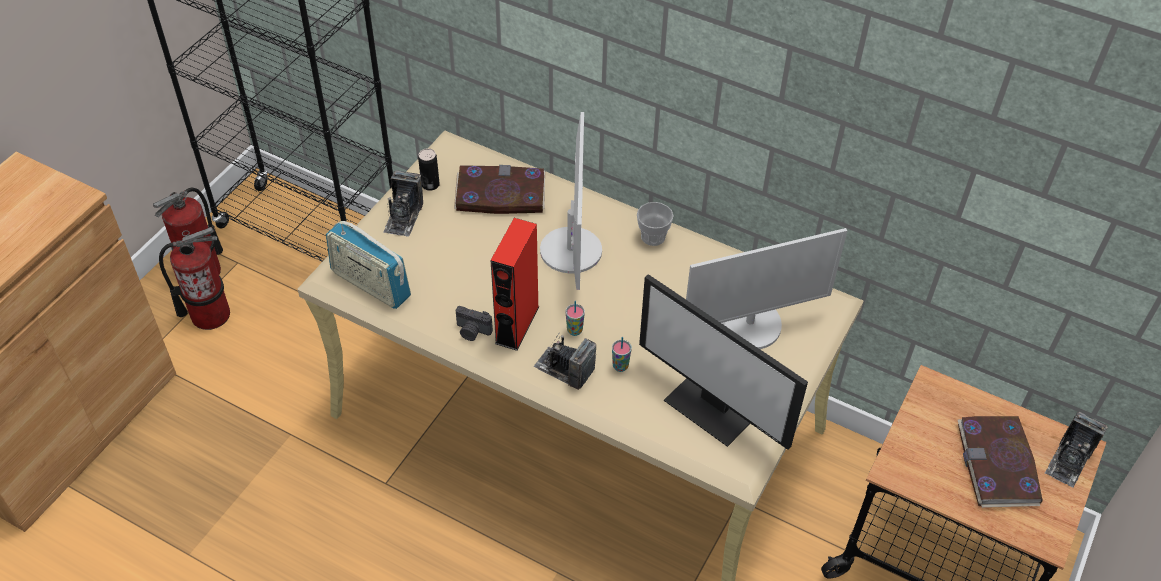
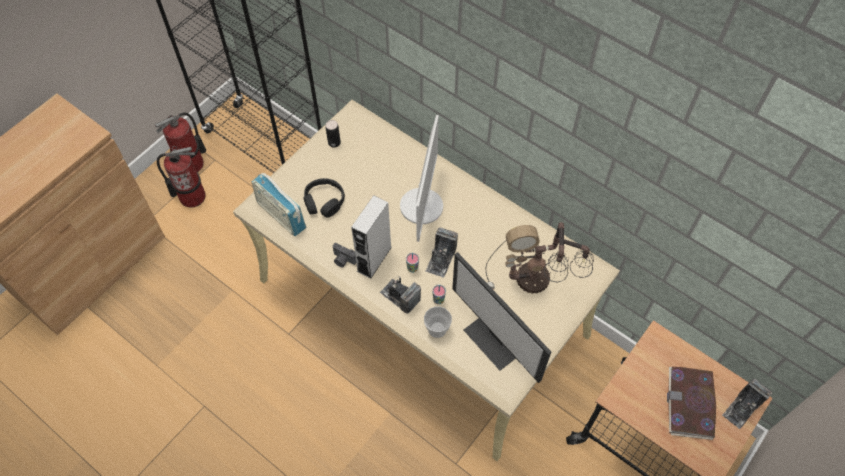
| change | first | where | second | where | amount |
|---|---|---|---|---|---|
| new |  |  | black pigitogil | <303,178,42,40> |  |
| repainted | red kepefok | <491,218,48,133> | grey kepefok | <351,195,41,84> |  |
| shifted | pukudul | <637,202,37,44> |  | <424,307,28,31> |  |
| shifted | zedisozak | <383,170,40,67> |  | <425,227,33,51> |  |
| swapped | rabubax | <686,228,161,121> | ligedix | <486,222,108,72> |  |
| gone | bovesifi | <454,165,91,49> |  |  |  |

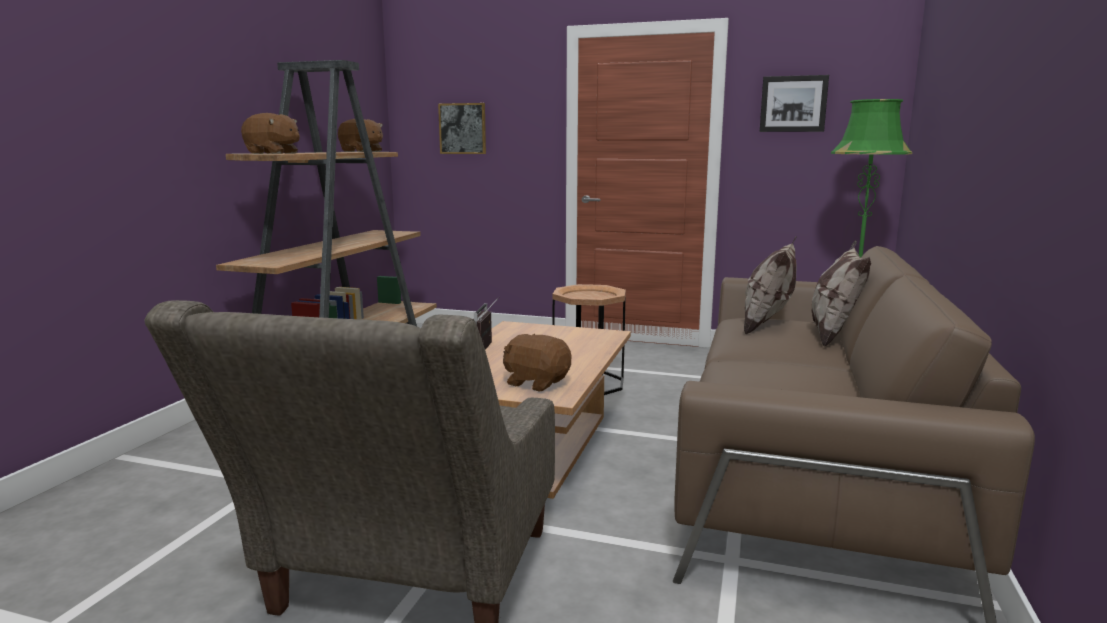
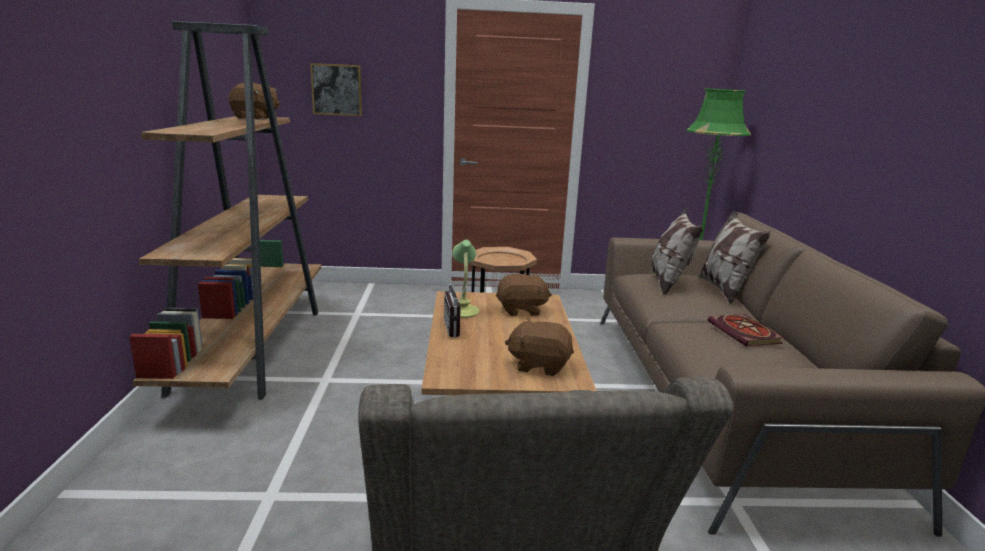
| change | first | where | second | where | amount |
|---|---|---|---|---|---|
| new |  |  | ligedix | <452,240,27,78> |  |
| shifted | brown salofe | <241,113,59,41> |  | <496,274,56,42> |  |
| new |  |  | bovesifi | <708,314,76,32> |  |
| gone | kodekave | <760,75,69,57> |  |  |  |

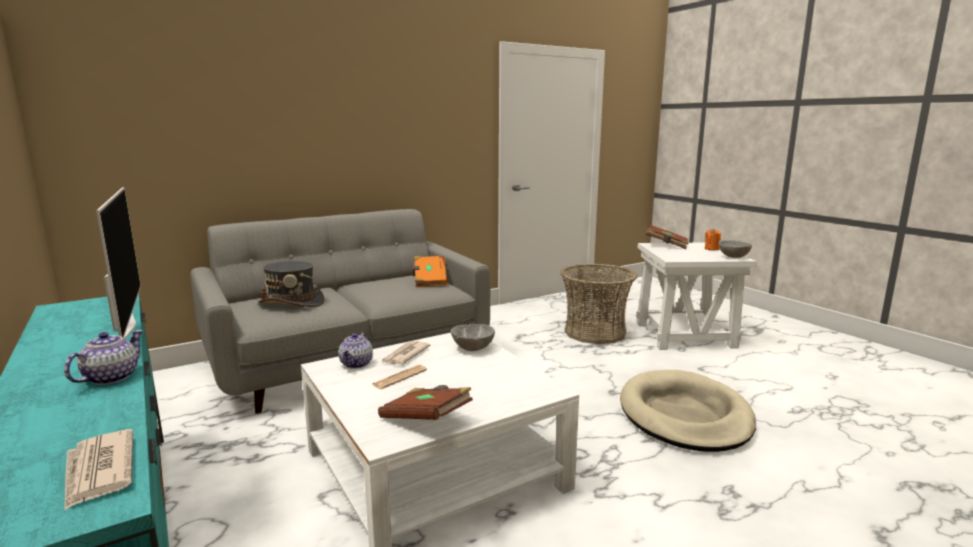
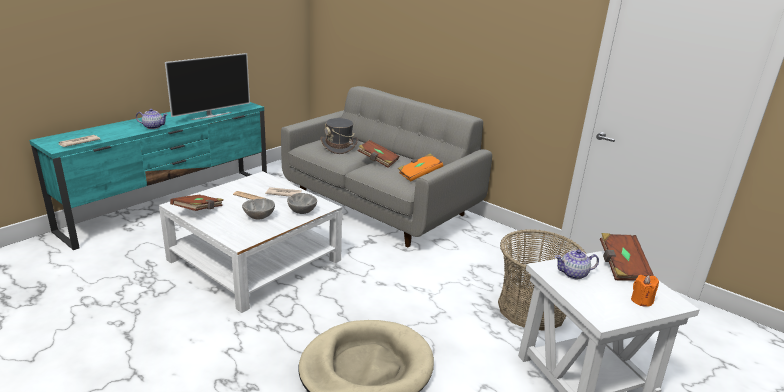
| change | first | where | second | where | amount |
|---|---|---|---|---|---|
| shifted | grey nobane | <719,240,33,18> |  | <242,198,33,22> |  |
| new |  |  | brown bovesifi | <358,140,41,28> |  |
| shifted | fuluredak | <339,332,34,37> |  | <555,250,44,30> |  |

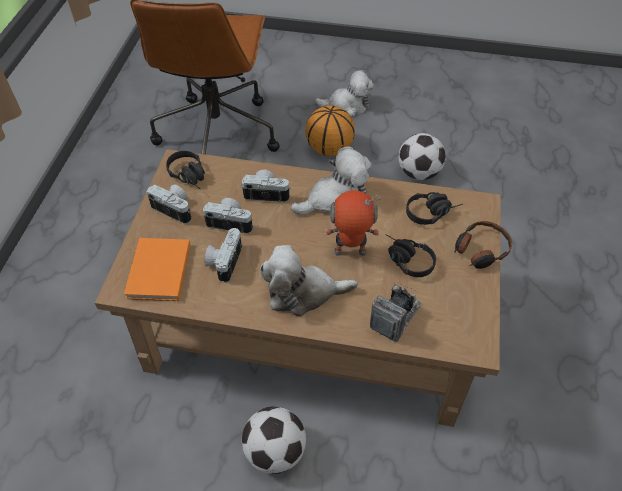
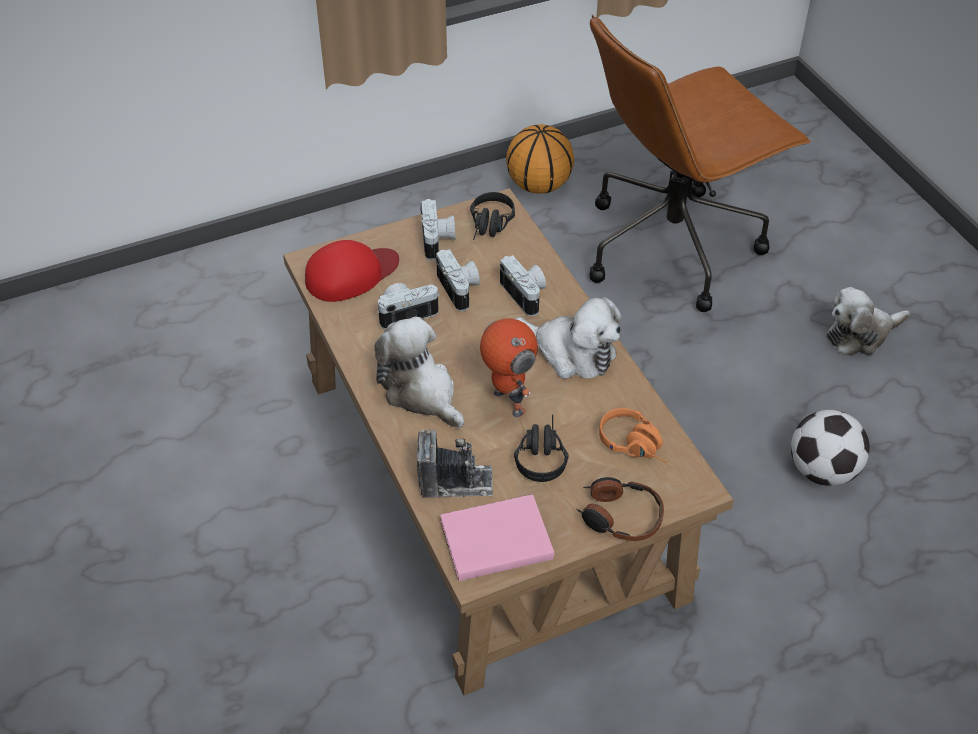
| change | first | where | second | where | amount |
|---|---|---|---|---|---|
| swapped | orange bovesifi | <124,238,67,63> | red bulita | <305,240,94,62> |  |
| new |  |  | pink bovesifi | <440,494,114,87> |  |
| shifted | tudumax | <305,105,50,51> |  | <506,124,68,70> |  |
| repainted | black pigitogil | <406,192,57,33> | orange pigitogil | <599,408,69,56> |  |
| rotated | salofe | <315,70,59,47> |  | <826,287,84,69> | 105 degrees clockwise |
| gone | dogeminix | <242,407,64,67> |  |  |  |

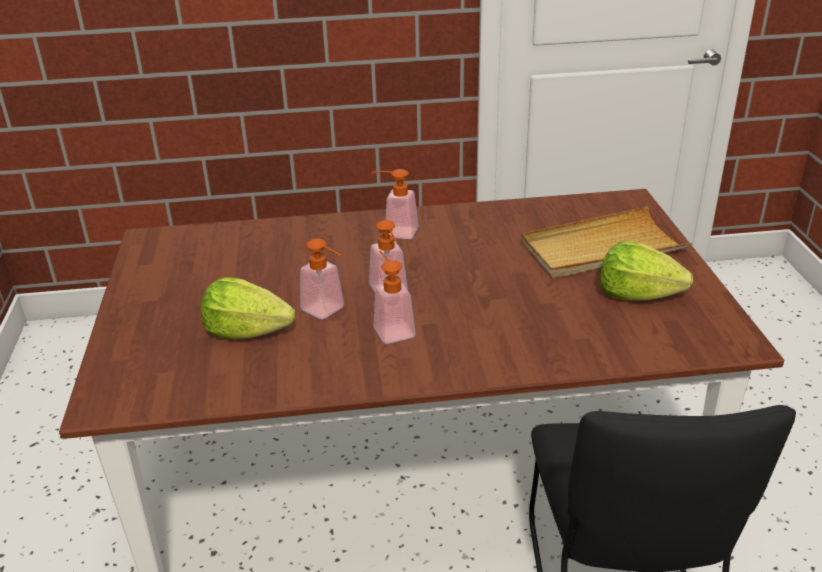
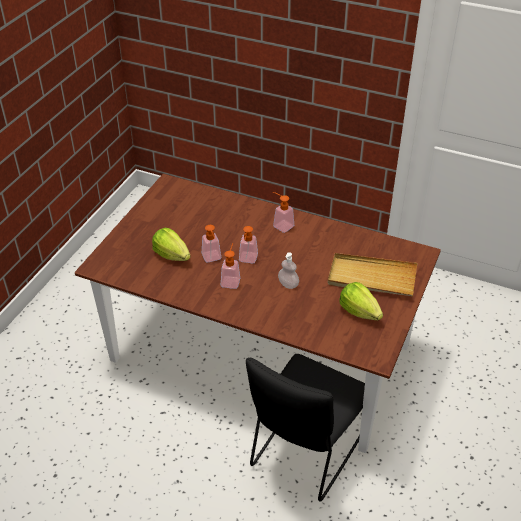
| change | first | where | second | where | amount |
|---|---|---|---|---|---|
| new |  |  | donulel | <278,252,21,37> |  |

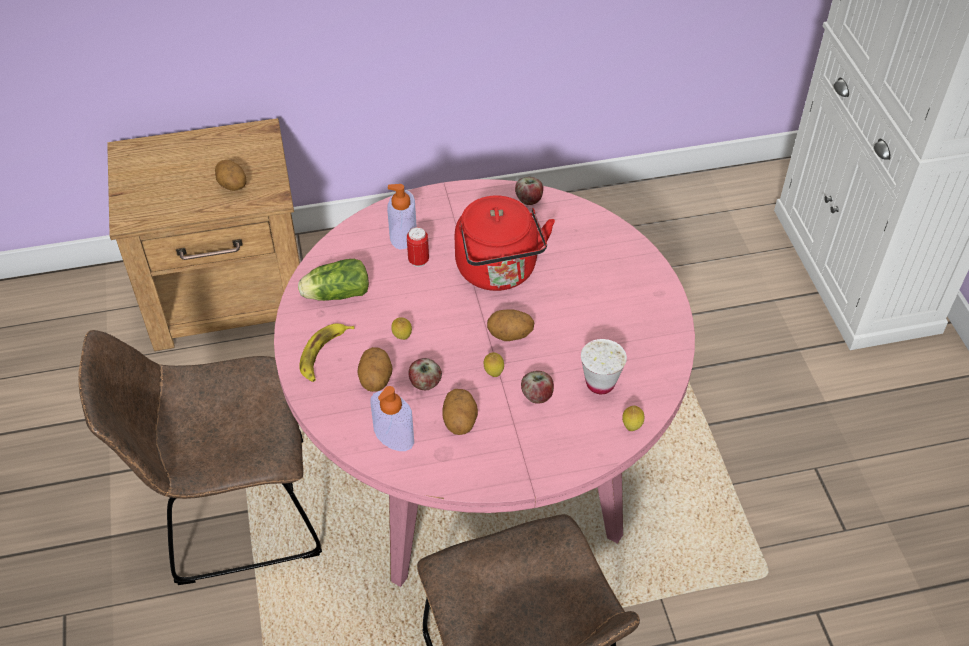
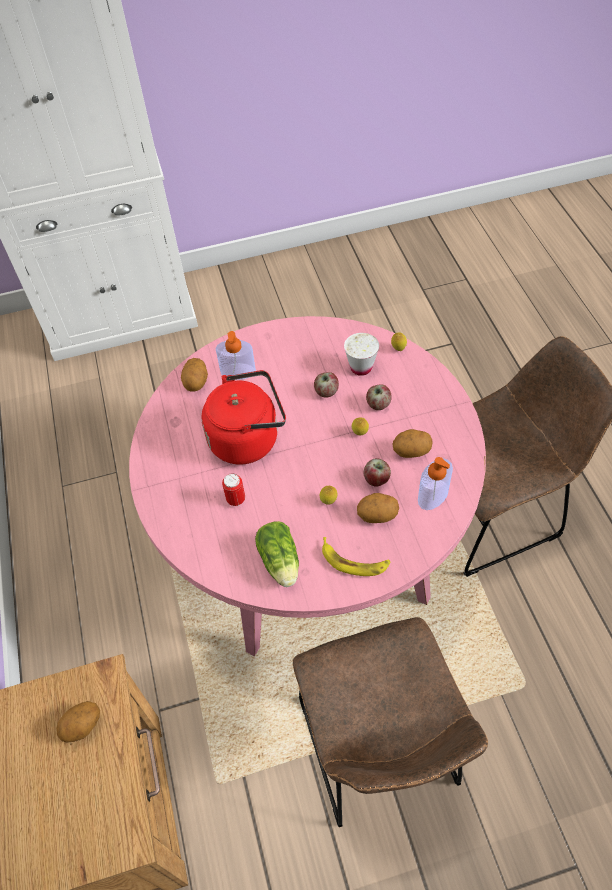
| change | first | where | second | where | amount |
|---|---|---|---|---|---|
| shifted | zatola | <487,309,47,32> |  | <181,358,27,34> |  |
| shifted | donulel | <387,184,30,65> |  | <215,331,41,49> |  |
| shifted | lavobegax | <515,177,28,28> |  | <314,372,25,26> |  |

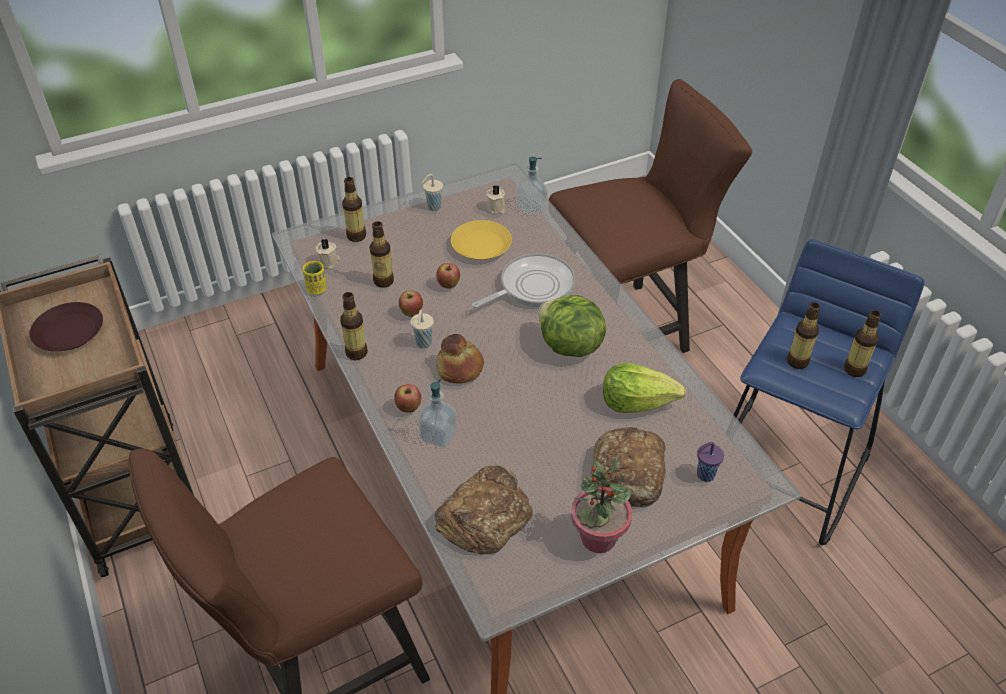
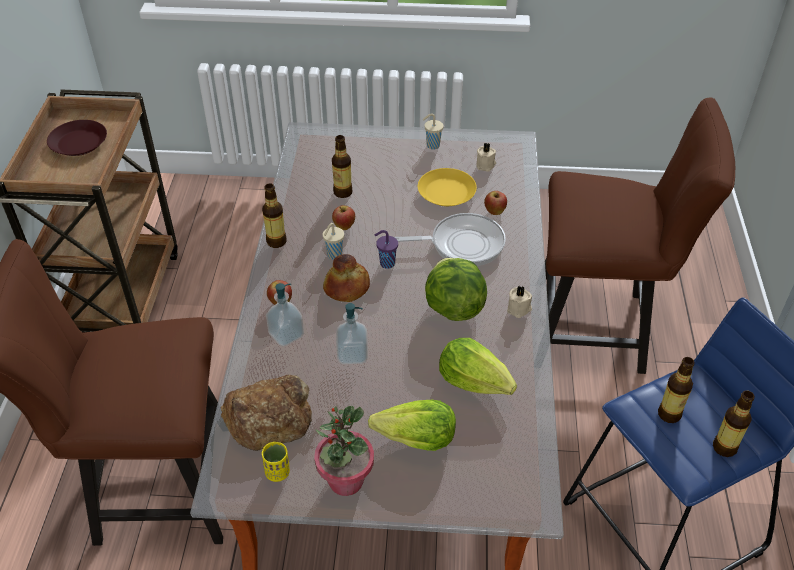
| change | first | where | second | where | amount |
|---|---|---|---|---|---|
| shifted | yellow pukudul | <303,261,24,34> |  | <262,442,28,40> |  |
| shifted | donulel | <517,157,31,59> |  | <336,303,32,61> |  |
| swapped | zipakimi | <591,427,75,80> | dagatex | <368,400,88,51> |  |
| shifted | purple pukudul | <697,442,27,40> |  | <375,230,23,39> |  |
| shifted | lavobegax | <436,263,24,26> |  | <484,191,23,24> |  |
| shifted | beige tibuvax | <315,238,25,31> |  | <507,286,25,32> |  |
| gone | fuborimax | <342,177,24,65> |  |  |  |

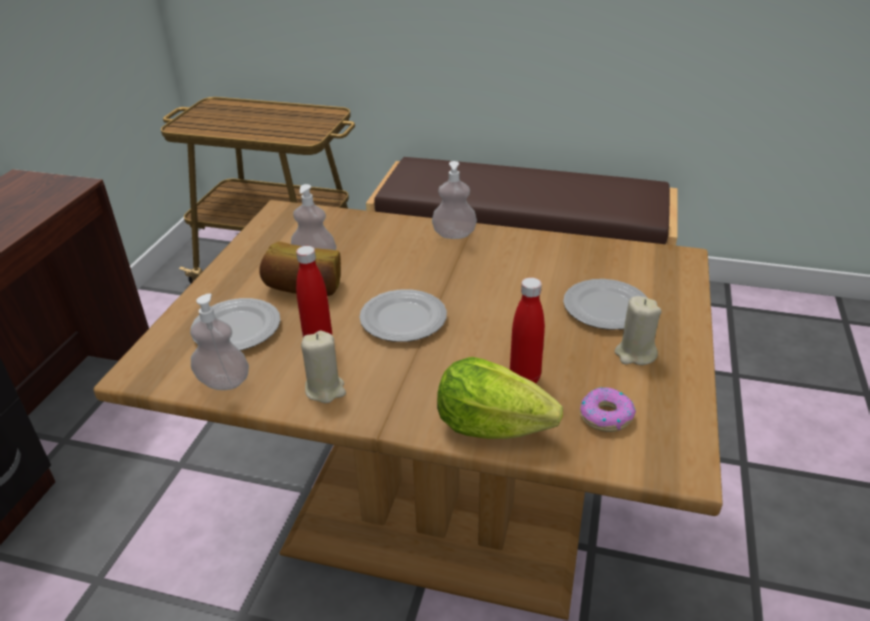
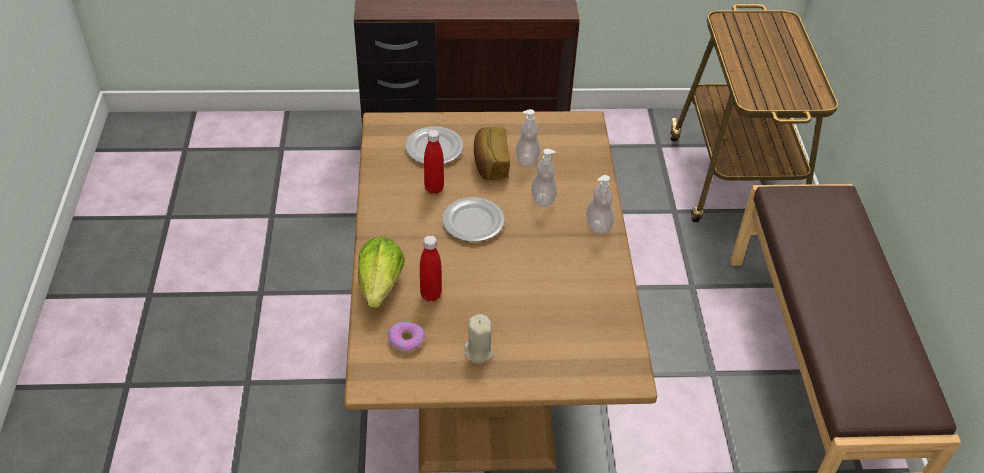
| change | first | where | second | where | amount |
|---|---|---|---|---|---|
| shifted | donulel | <190,293,59,97> |  | <531,149,26,58> |  |
| gone | beige tibuvax | <301,331,45,72> |  |  |  |
| gone | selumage | <563,279,85,51> |  |  |  |

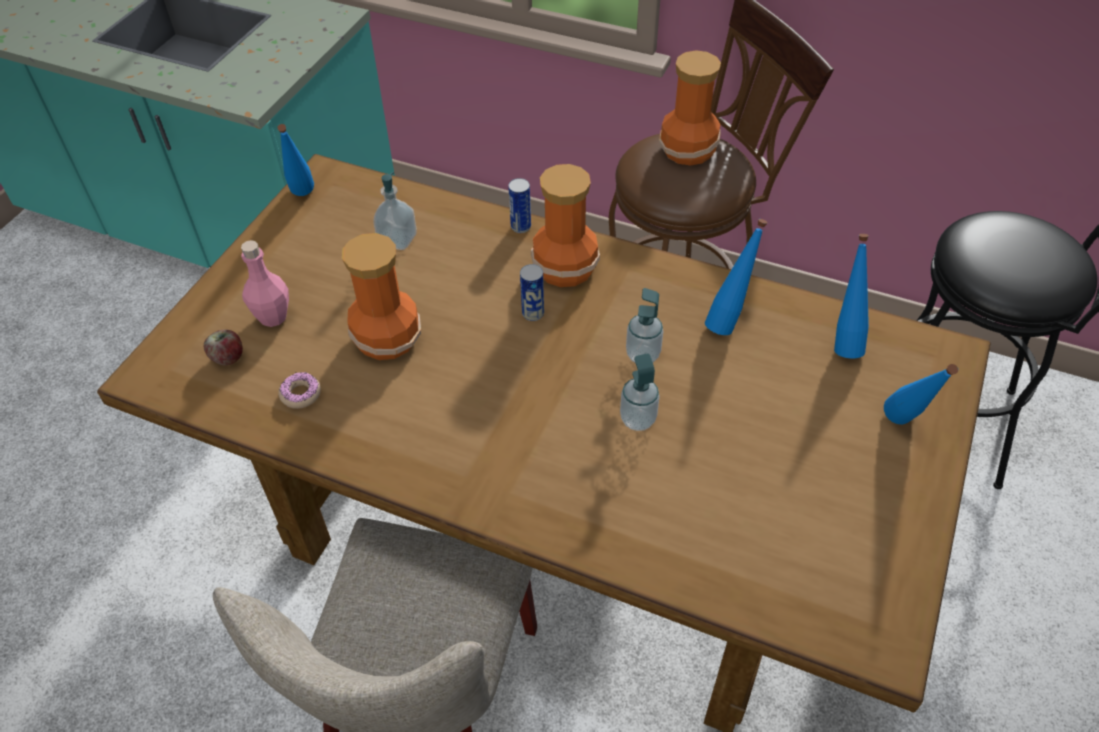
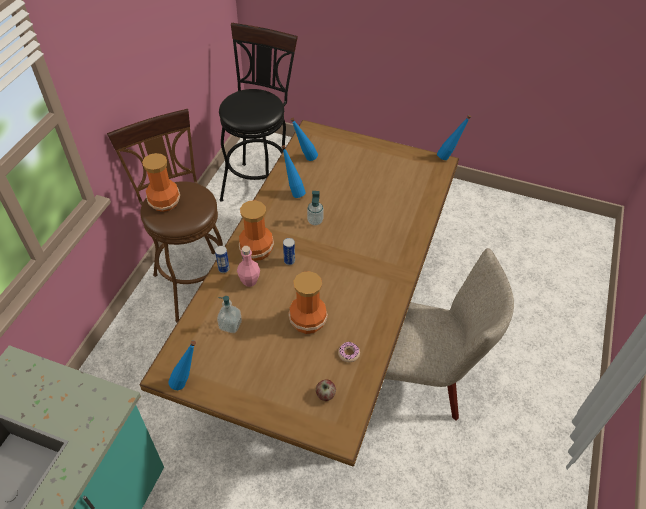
| change | first | where | second | where | amount |
|---|---|---|---|---|---|
| shifted | pink fuborimax | <241,240,48,87> |  | <237,246,23,41> |  |
| shifted | blue fuborimax | <884,364,74,60> |  | <437,115,34,45> |  |
| gone | donulel | <620,354,40,77> |  |  |  |

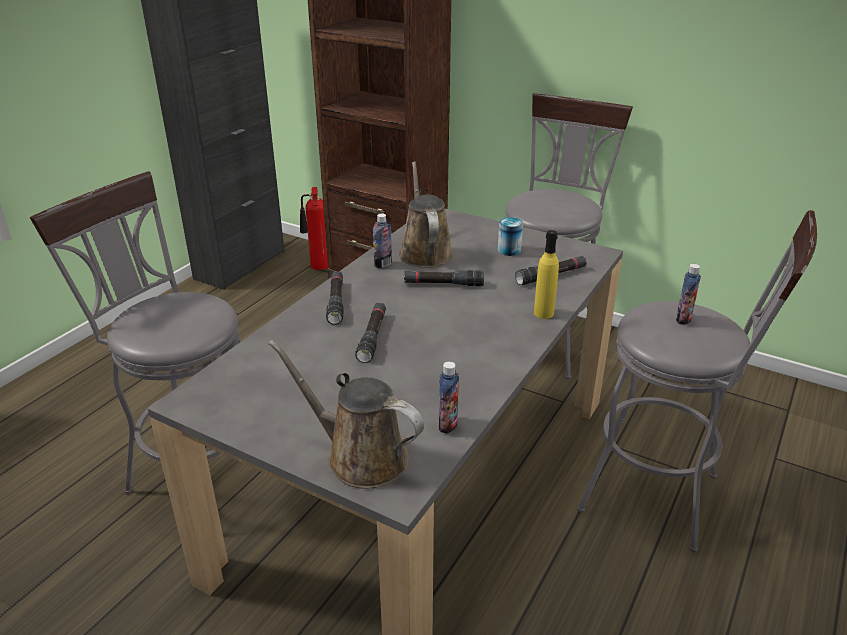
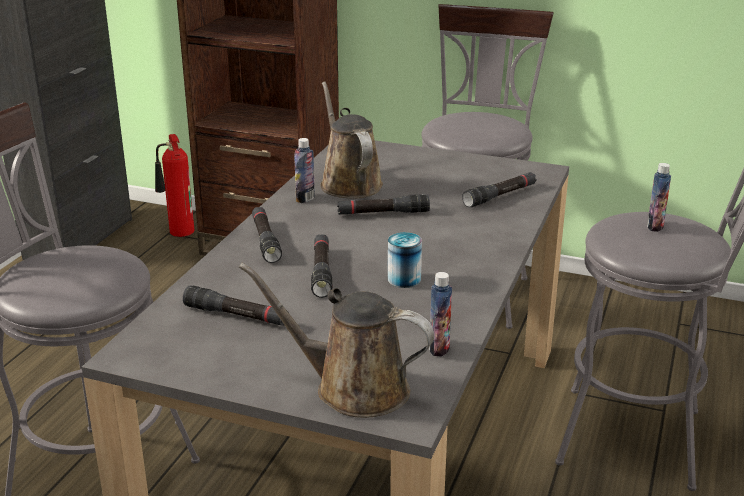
| change | first | where | second | where | amount |
|---|---|---|---|---|---|
| new |  |  | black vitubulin | <183,285,106,41> |  |
| shifted | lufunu | <498,217,25,39> |  | <388,232,34,56> |  |
| gone | yellow fuborimax | <534,230,25,89> |  |  |  |

